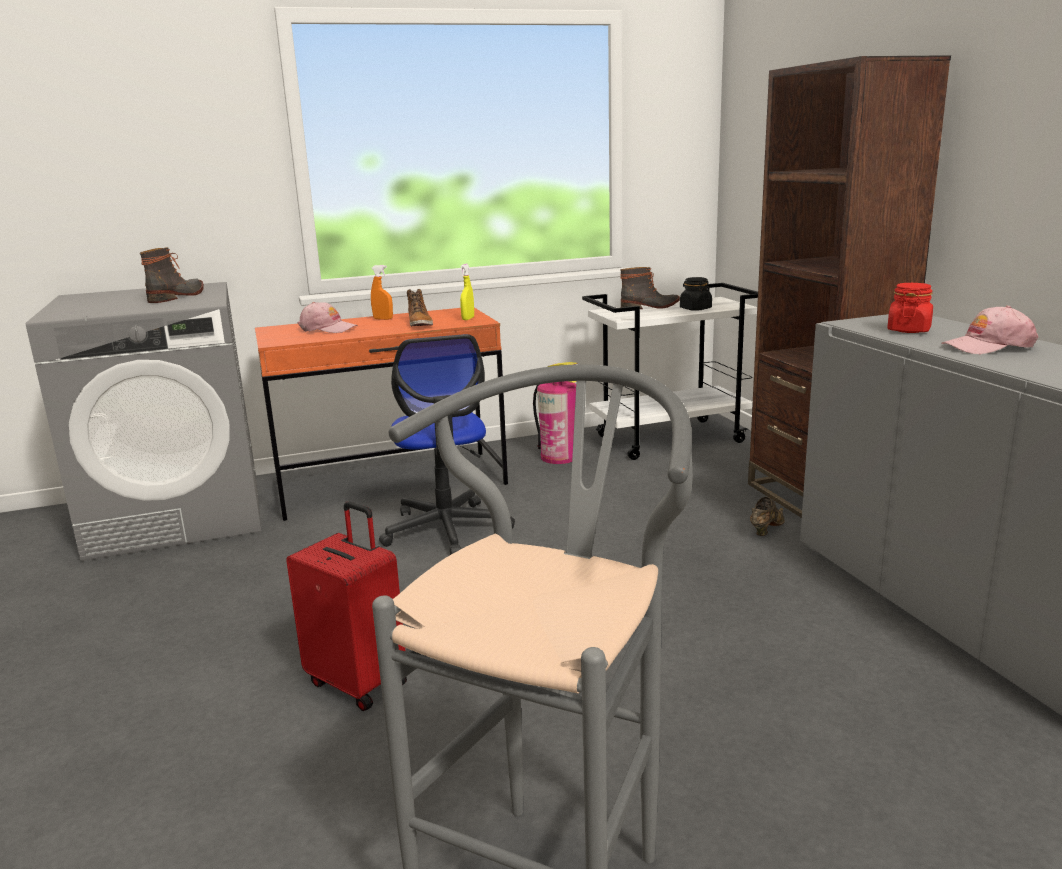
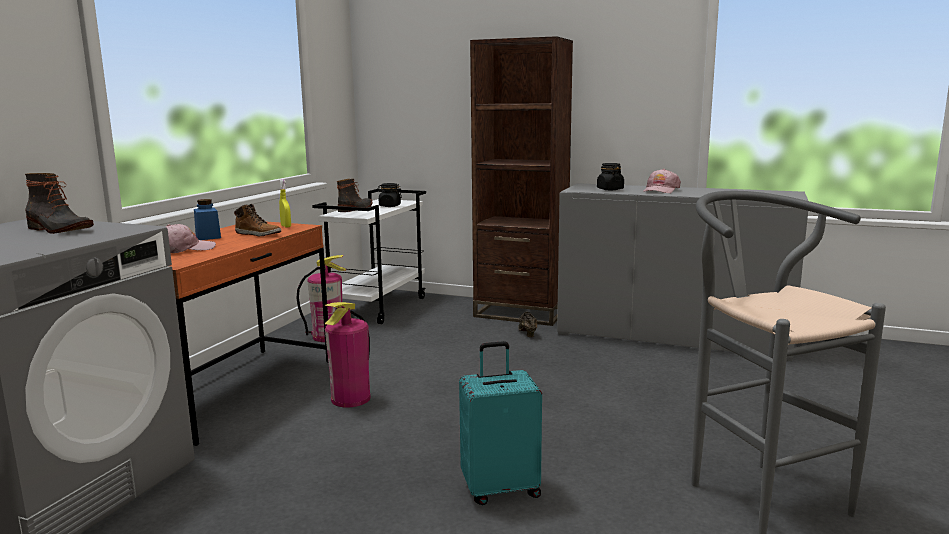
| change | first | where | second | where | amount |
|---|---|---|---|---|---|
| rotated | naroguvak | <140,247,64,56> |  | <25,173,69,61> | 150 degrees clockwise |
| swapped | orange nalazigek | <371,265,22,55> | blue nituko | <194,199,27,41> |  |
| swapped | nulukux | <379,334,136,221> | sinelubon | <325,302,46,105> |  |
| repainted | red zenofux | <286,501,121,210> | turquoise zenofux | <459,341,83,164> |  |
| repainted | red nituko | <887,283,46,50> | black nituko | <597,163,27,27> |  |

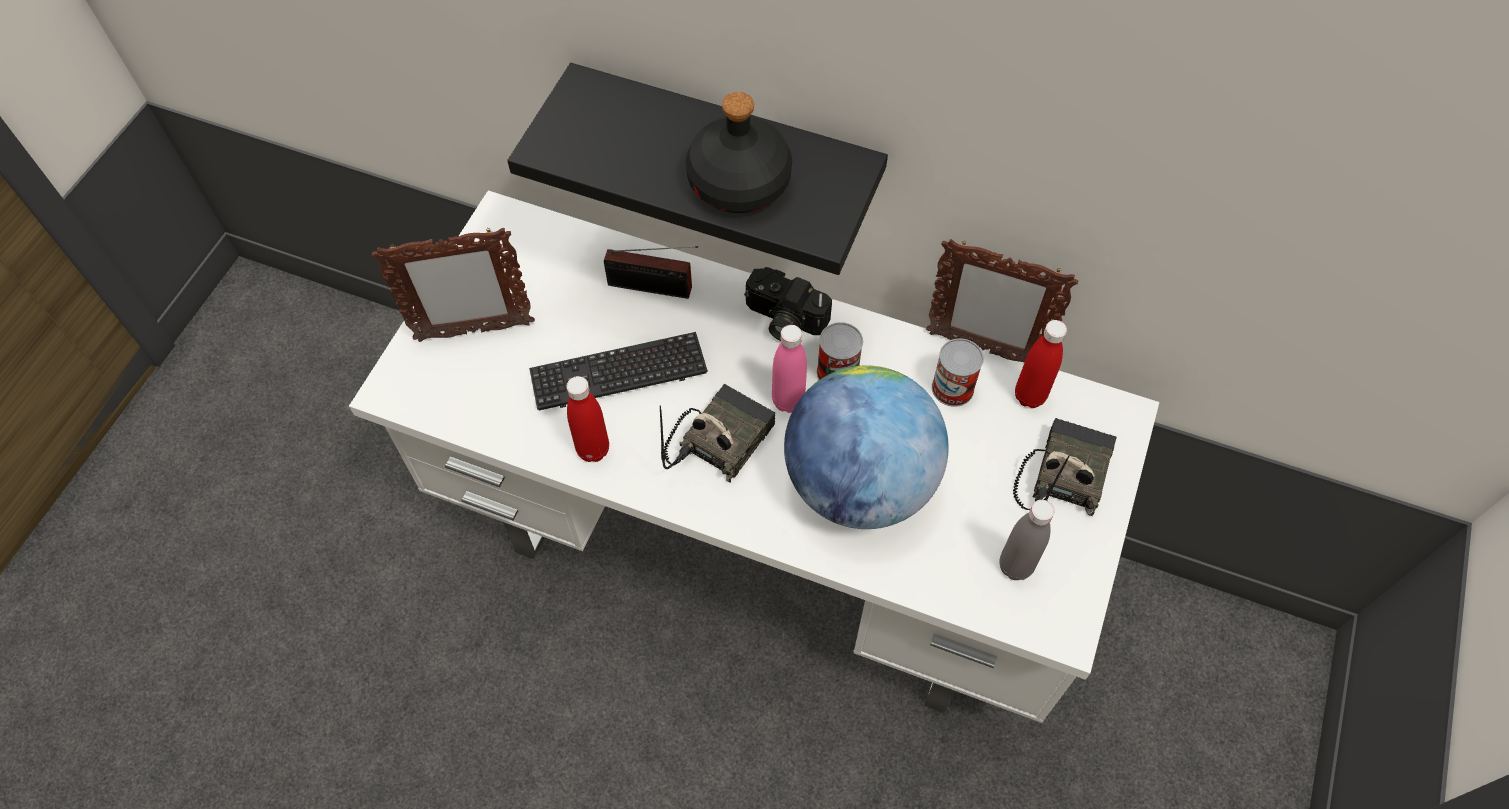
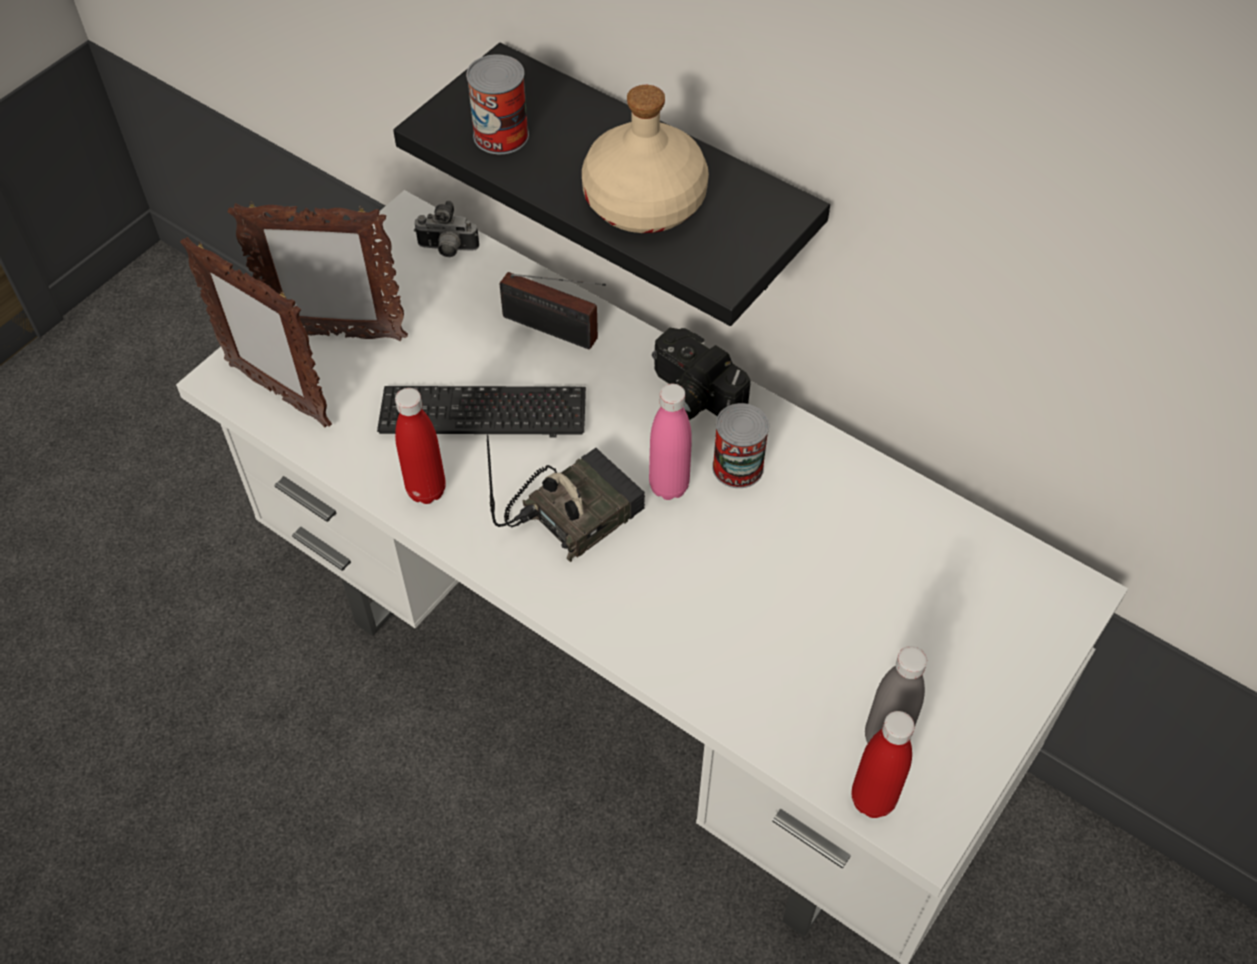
| change | first | where | second | where | amount |
|---|---|---|---|---|---|
| shifted | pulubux | <926,239,152,123> |  | <180,237,152,190> |  |
| new |  |  | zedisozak | <414,200,65,57> |  |
| shifted | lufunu | <932,338,52,69> |  | <466,54,63,100> |  |
| repainted | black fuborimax | <686,92,106,121> | beige fuborimax | <582,85,127,148> |  |
| shifted | red fuborimax | <1015,320,52,88> |  | <852,711,63,107> |  |
| gone | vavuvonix | <784,365,165,164> |  |  |  |
| gone | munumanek | <1013,418,104,98> |  |  |  |

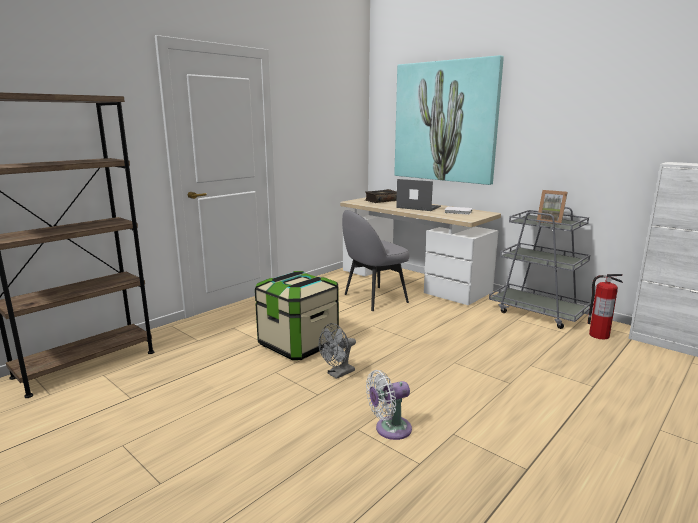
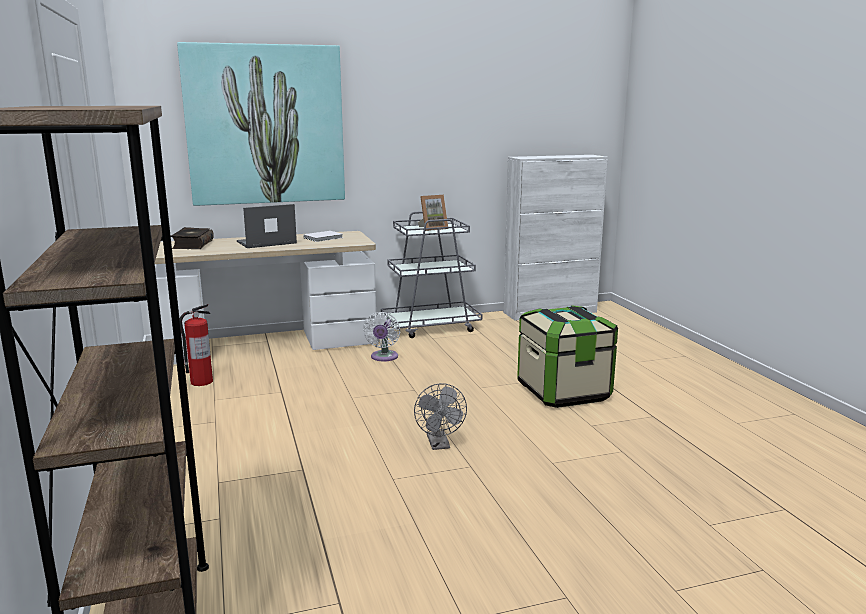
| change | first | where | second | where | amount |
|---|---|---|---|---|---|
| shifted | sinelubon | <588,274,35,66> |  | <180,304,33,82> |  |
| shifted | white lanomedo | <366,370,46,70> |  | <363,312,37,49> |  |
| shifted | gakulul | <255,271,84,89> |  | <517,305,101,103> |  |
| gone | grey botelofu | <342,210,67,101> |  |  |  |

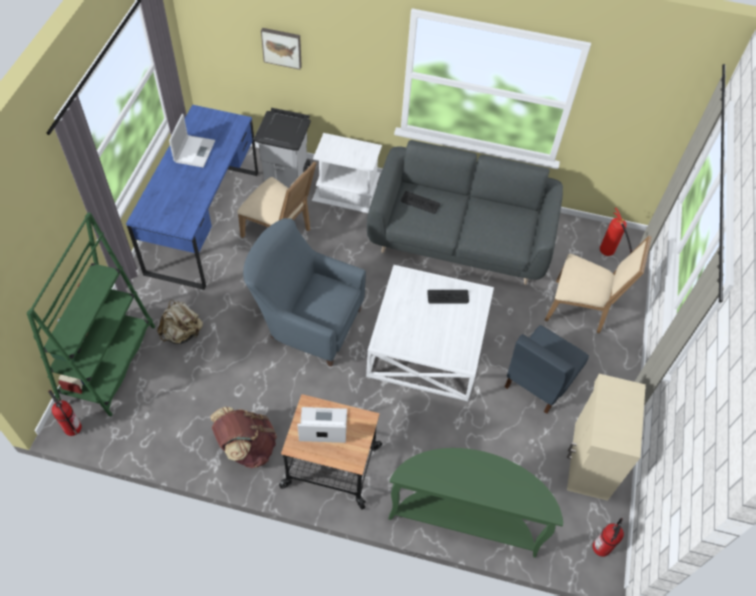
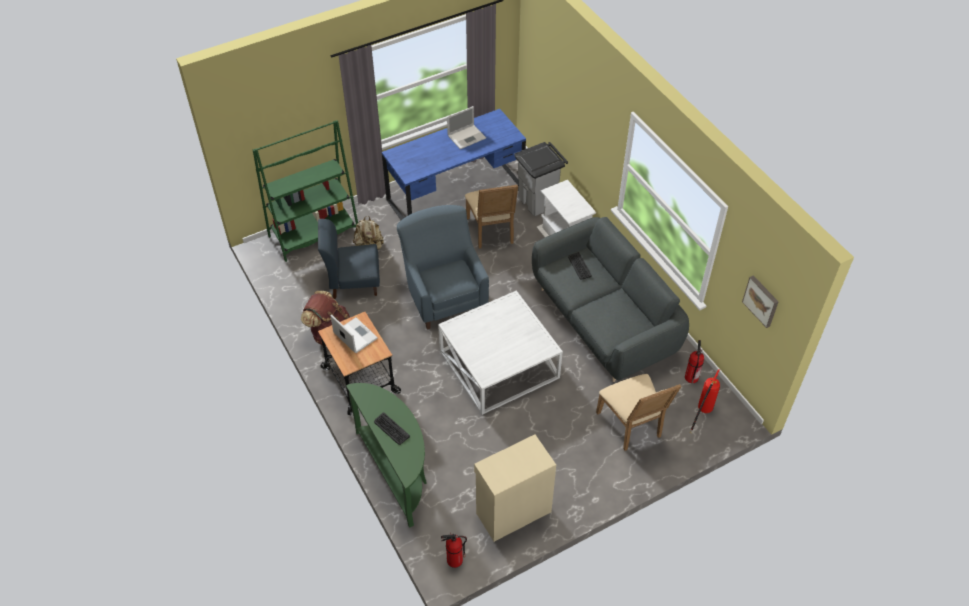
| change | first | where | second | where | amount |
|---|---|---|---|---|---|
| shifted | blue botelofu | <504,325,85,89> |  | <318,219,62,80> |  |
| shifted | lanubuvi | <427,290,42,14> |  | <374,412,36,33> |  |
| shifted | sinelubon | <48,390,34,46> |  | <685,340,19,43> |  |
| shifted | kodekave | <261,28,41,42> |  | <742,275,37,53> |  |

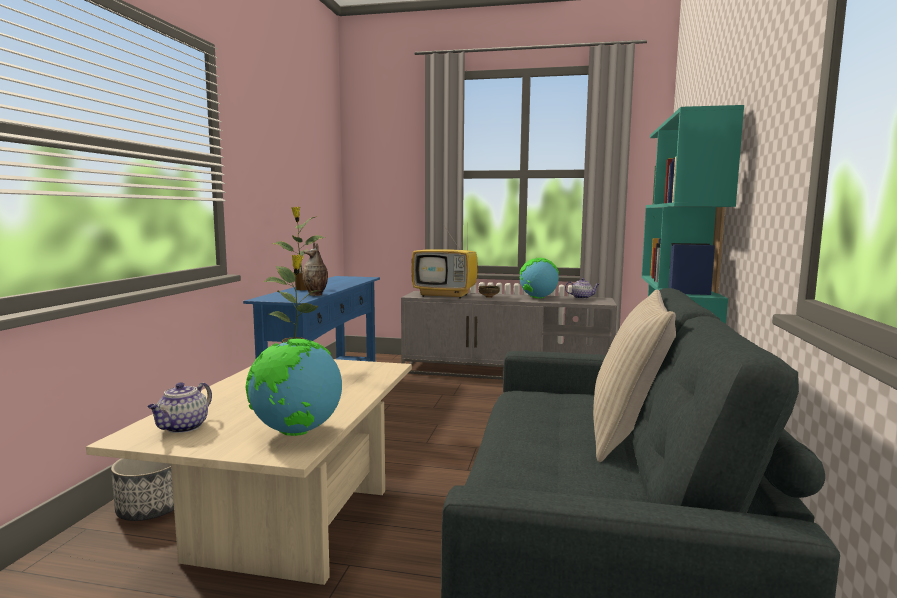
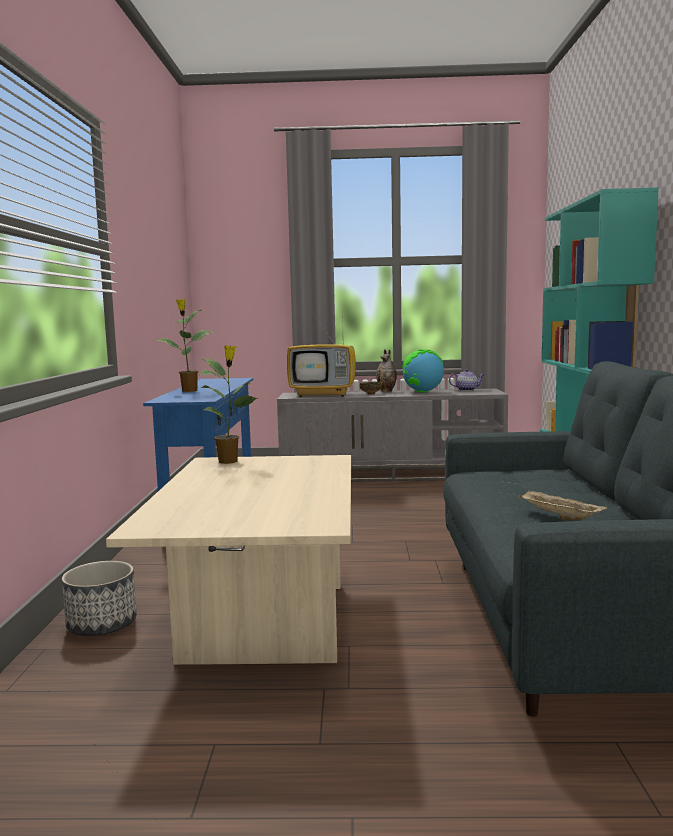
| change | first | where | second | where | amount |
|---|---|---|---|---|---|
| shifted | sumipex | <302,243,26,53> |  | <376,349,21,43> |  |
| new |  |  | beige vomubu | <518,490,89,31> |  |
| gone | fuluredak | <147,382,65,51> |  |  |  |
| gone | vavuvonix | <246,339,96,97> |  |  |  |
| gone | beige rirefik | <593,290,83,172> |  |  |  |

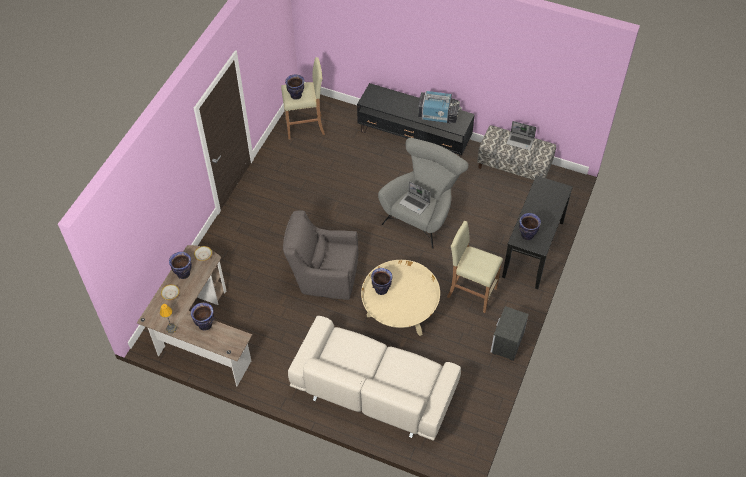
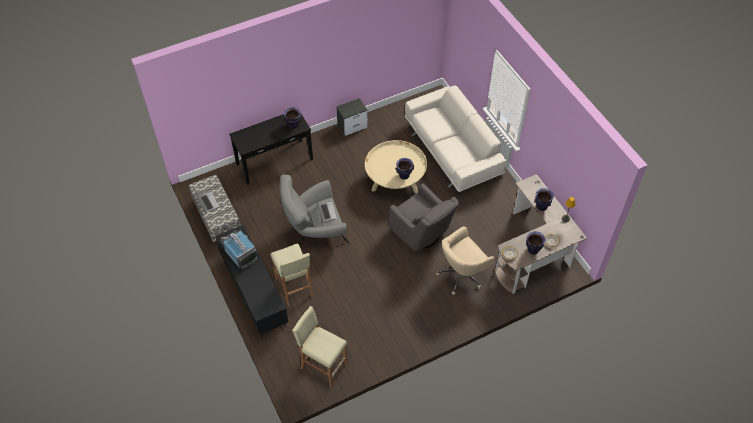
| change | first | where | second | where | amount |
|---|---|---|---|---|---|
| shifted | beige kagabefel | <447,221,56,92> |  | <271,243,42,63> |  |
| new |  |  | beige nulukux | <436,226,58,69> |  |
| gone | sumipex | <285,74,19,26> |  |  |  |

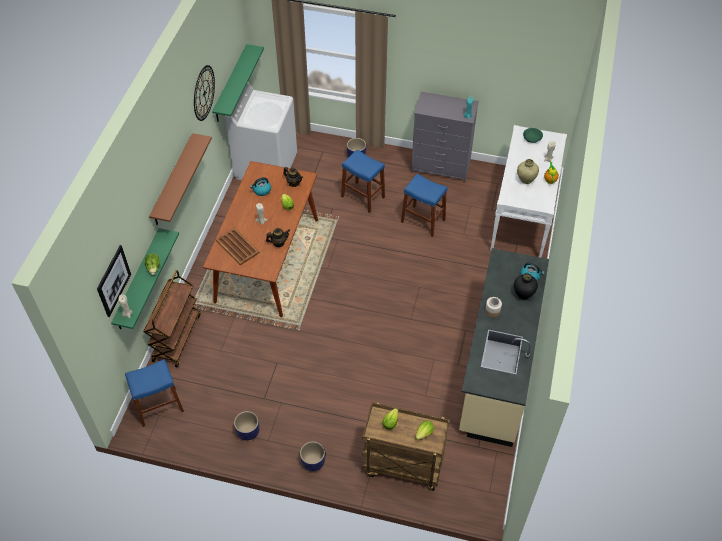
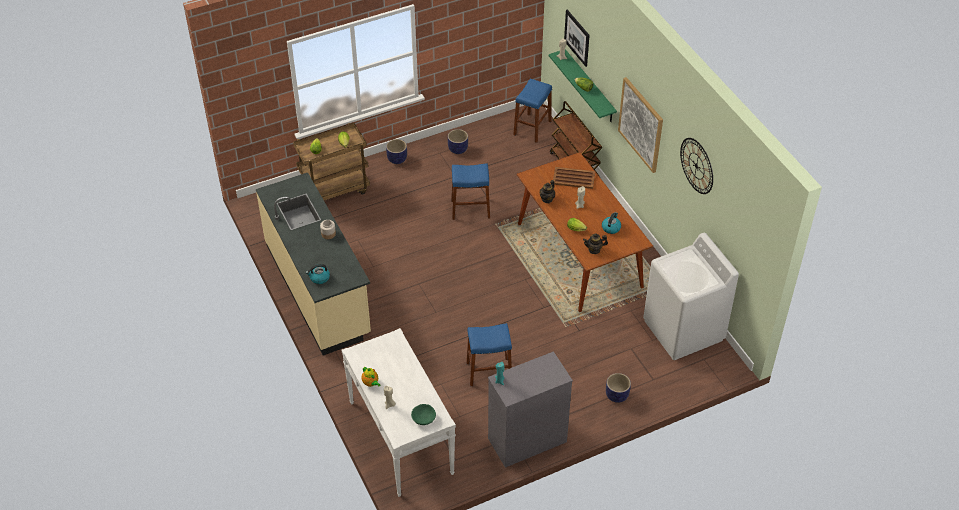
| change | first | where | second | where | amount |
|---|---|---|---|---|---|
| shifted | blue kagabefel | <341,149,44,64> |  | <451,164,39,56> |  |
| swapped | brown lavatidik | <149,133,63,92> | kodekave | <618,77,45,96> |  |
| gone | green lavatidik | <212,44,52,78> |  |  |  |
| gone | black sumipex | <514,273,24,27> |  |  |  |
| gone | beige sumipex | <517,159,22,25> |  |  |  |

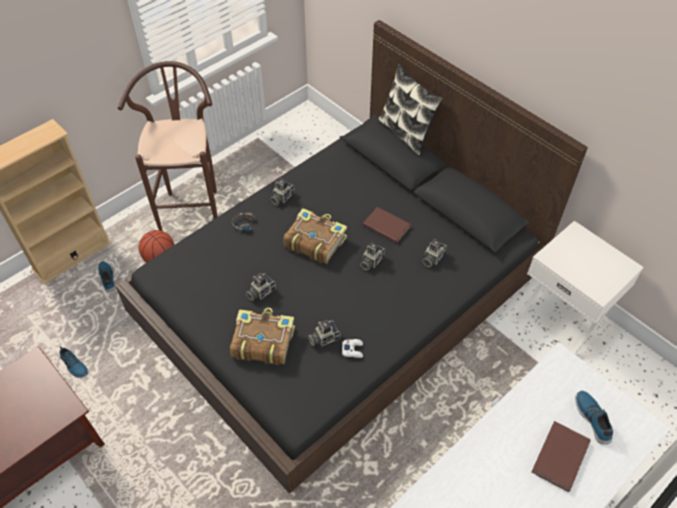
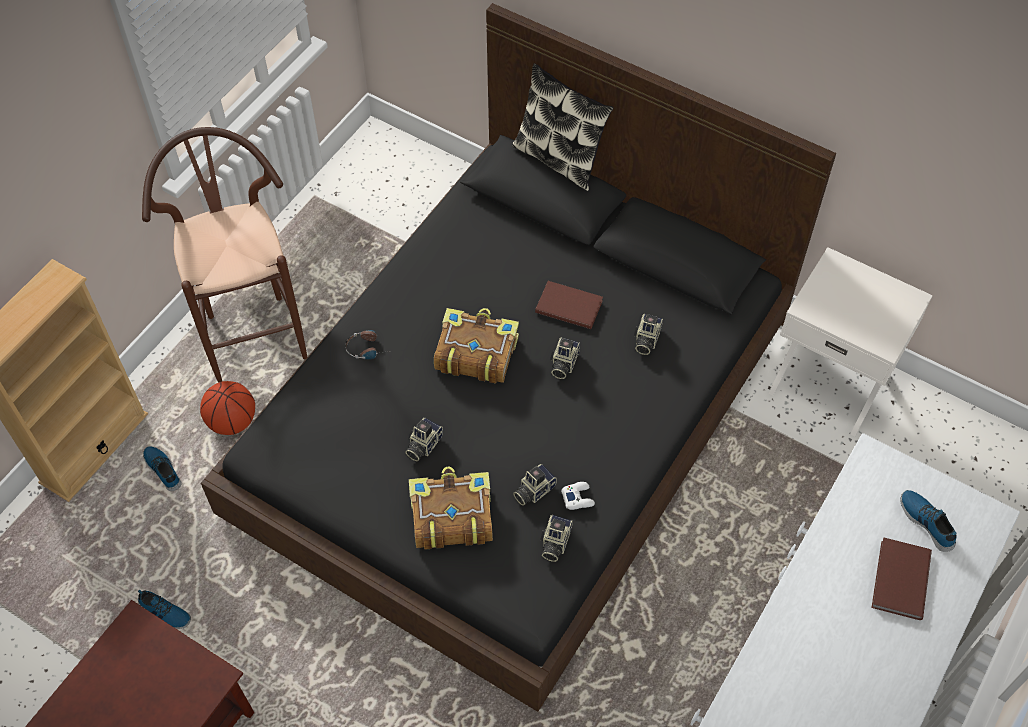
| change | first | where | second | where | amount |
|---|---|---|---|---|---|
| shifted | zedisozak | <270,178,24,27> |  | <540,514,33,48> |  |

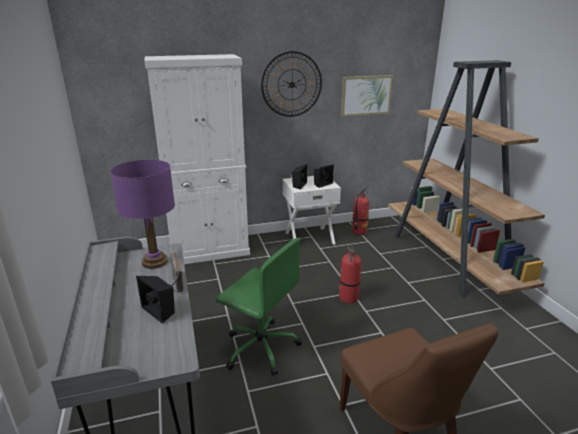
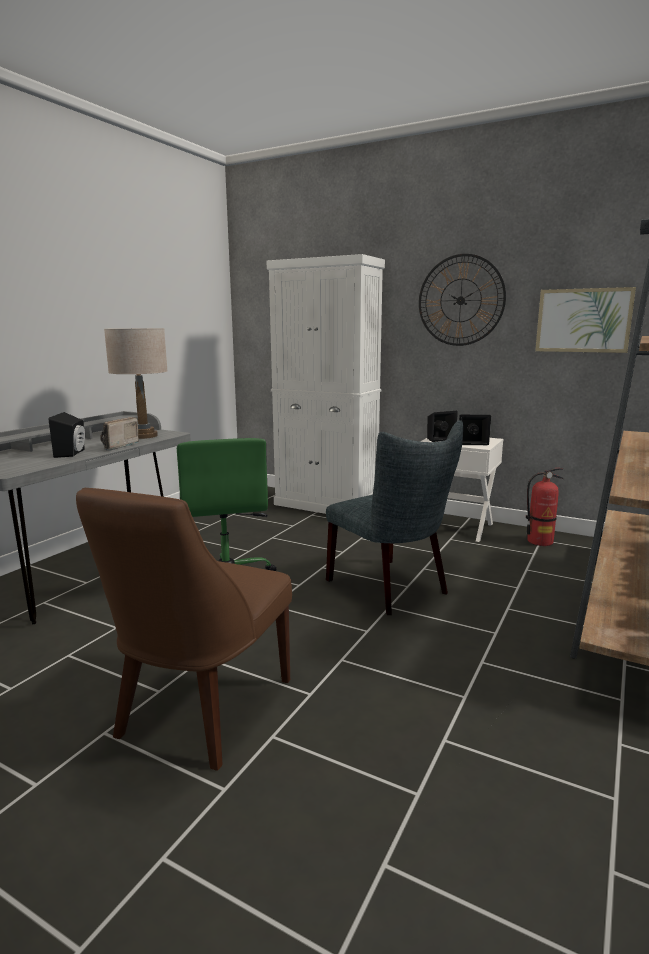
| change | first | where | second | where | amount |
|---|---|---|---|---|---|
| repainted | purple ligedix | <110,159,65,110> | beige ligedix | <104,328,64,111> |  |
| swapped | sinelubon | <339,245,22,58> | grey botelofu | <326,420,137,195> |  |

